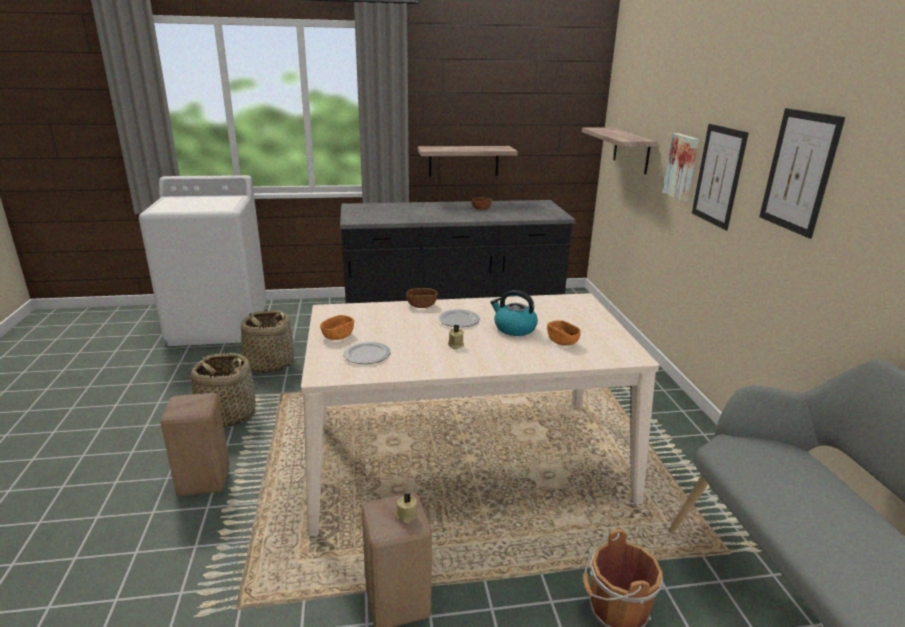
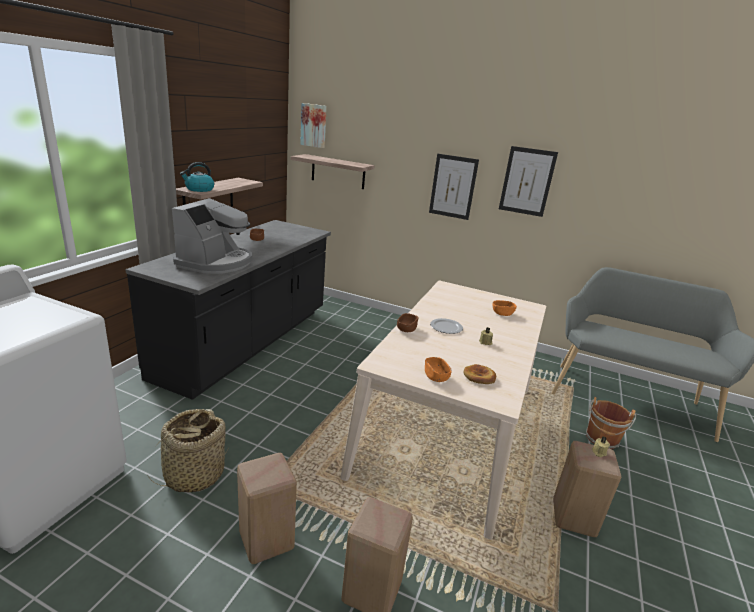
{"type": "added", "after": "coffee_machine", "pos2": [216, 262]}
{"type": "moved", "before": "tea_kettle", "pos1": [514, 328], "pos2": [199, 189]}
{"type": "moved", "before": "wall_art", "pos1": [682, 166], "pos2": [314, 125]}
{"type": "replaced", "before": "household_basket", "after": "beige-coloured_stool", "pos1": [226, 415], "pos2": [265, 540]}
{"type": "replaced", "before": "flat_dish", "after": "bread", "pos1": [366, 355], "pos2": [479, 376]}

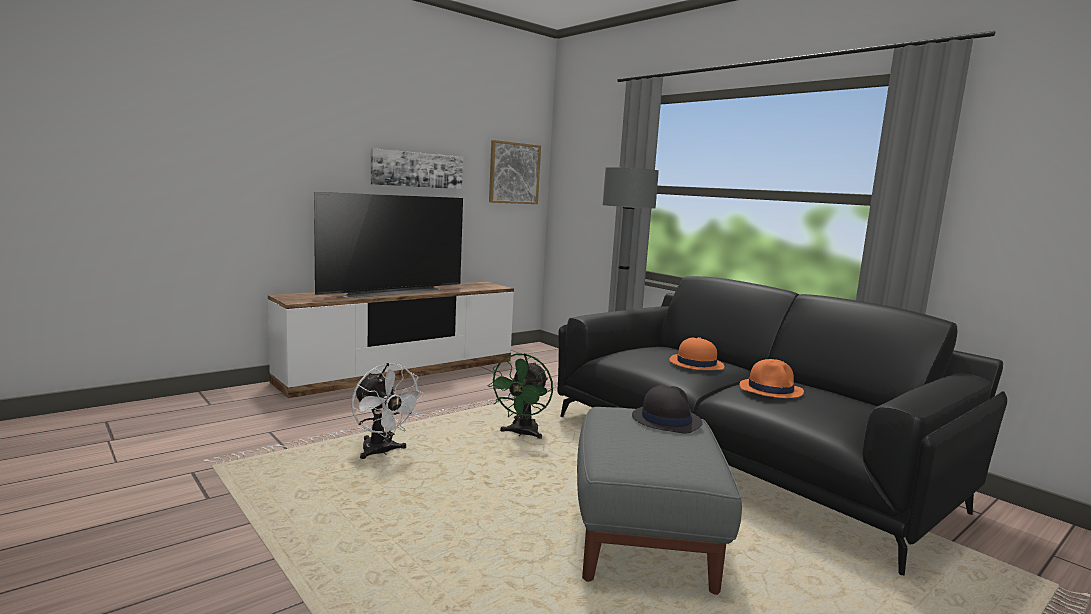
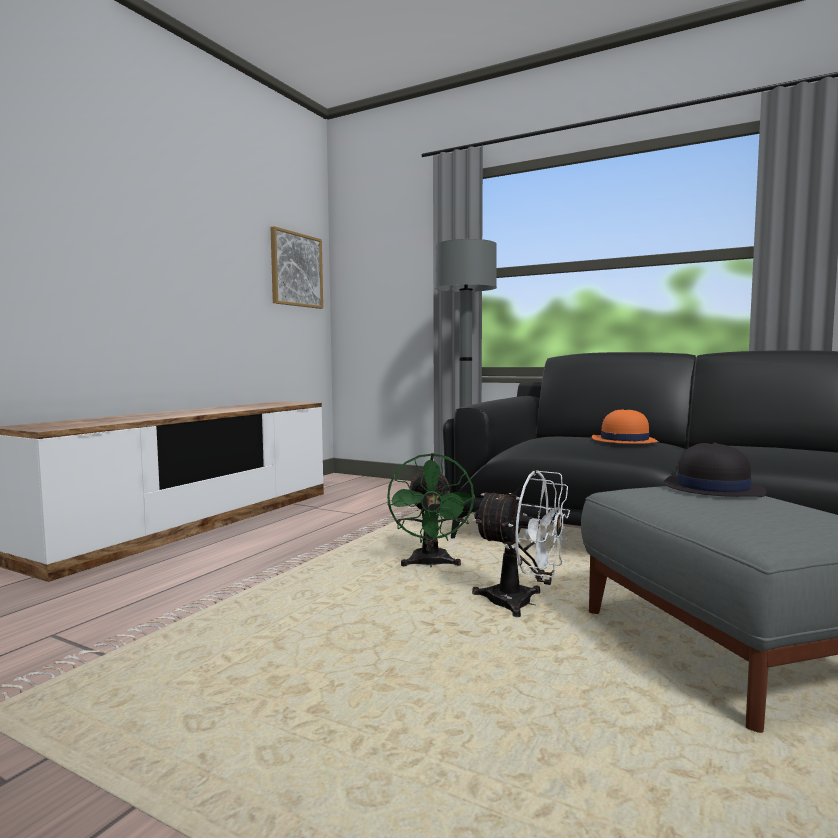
{"type": "removed", "before": "television", "pos1": [390, 291]}
{"type": "removed", "before": "wall_art", "pos1": [417, 169]}
{"type": "removed", "before": "orangey_clothing_hat", "pos1": [771, 389]}
{"type": "moved", "before": "white-coloured_cooling_fan", "pos1": [382, 452], "pos2": [522, 604]}

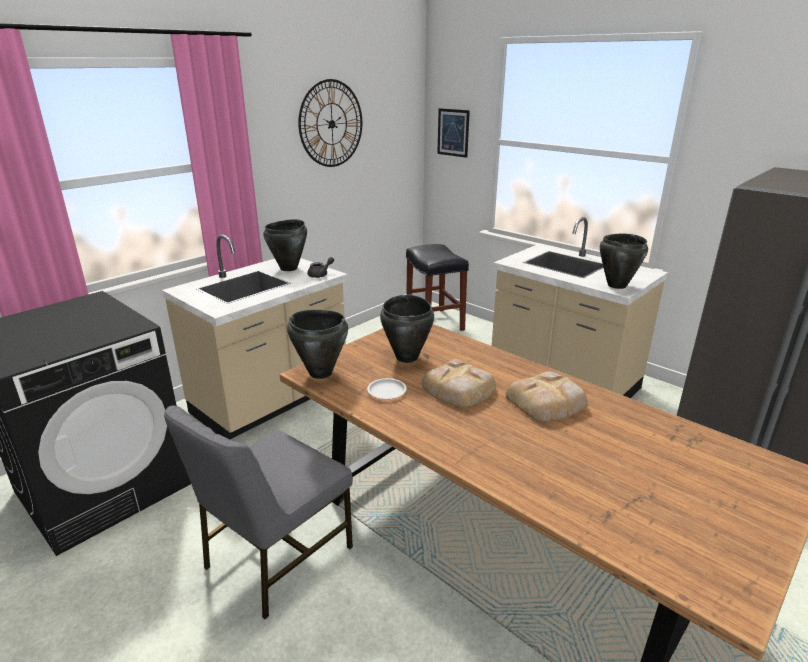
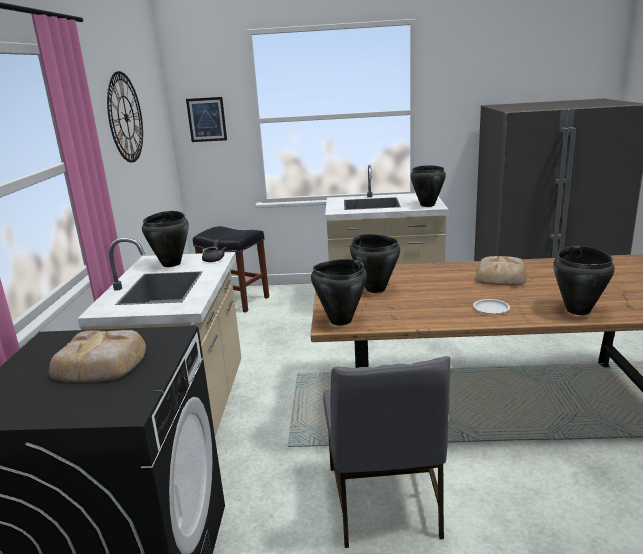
{"type": "added", "after": "black-coloured_saucepot", "pos2": [578, 310]}
{"type": "moved", "before": "white-coloured_flat_dish", "pos1": [387, 391], "pos2": [491, 309]}
{"type": "moved", "before": "bread", "pos1": [459, 389], "pos2": [102, 363]}

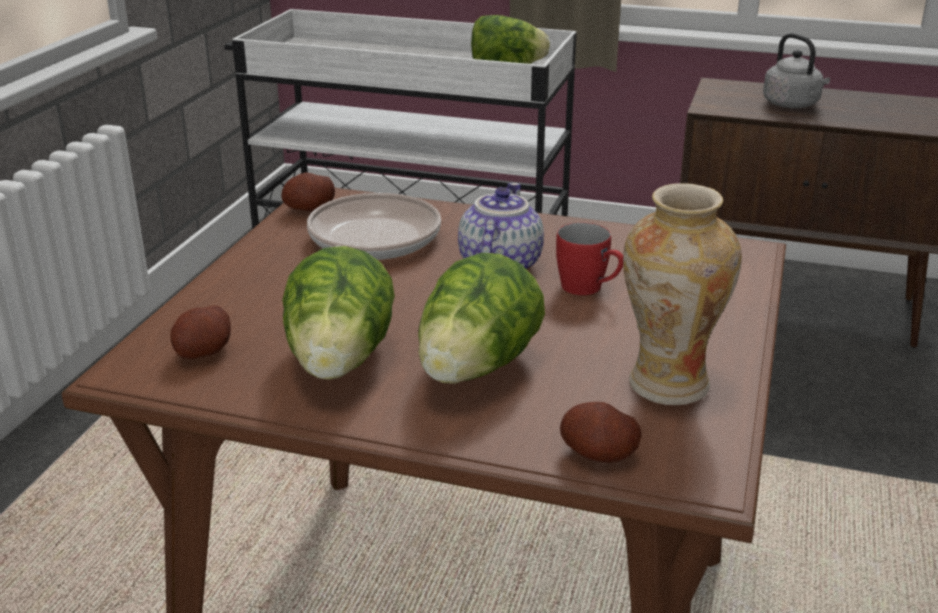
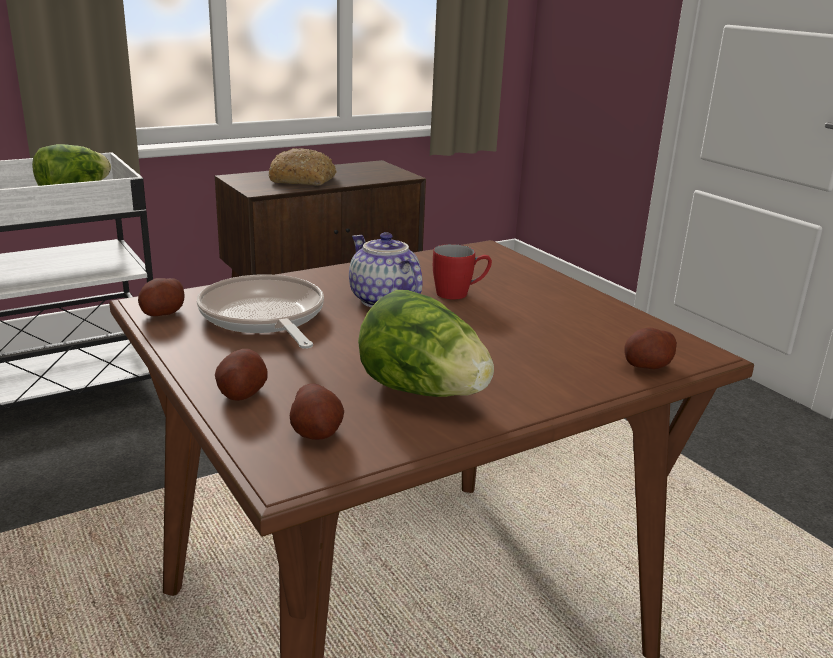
{"type": "removed", "before": "lettuce_head", "pos1": [476, 369]}
{"type": "removed", "before": "decorative_vase", "pos1": [667, 385]}
{"type": "added", "after": "spud", "pos2": [241, 393]}
{"type": "replaced", "before": "gray_tea_kettle", "after": "bread", "pos1": [793, 105], "pos2": [303, 180]}

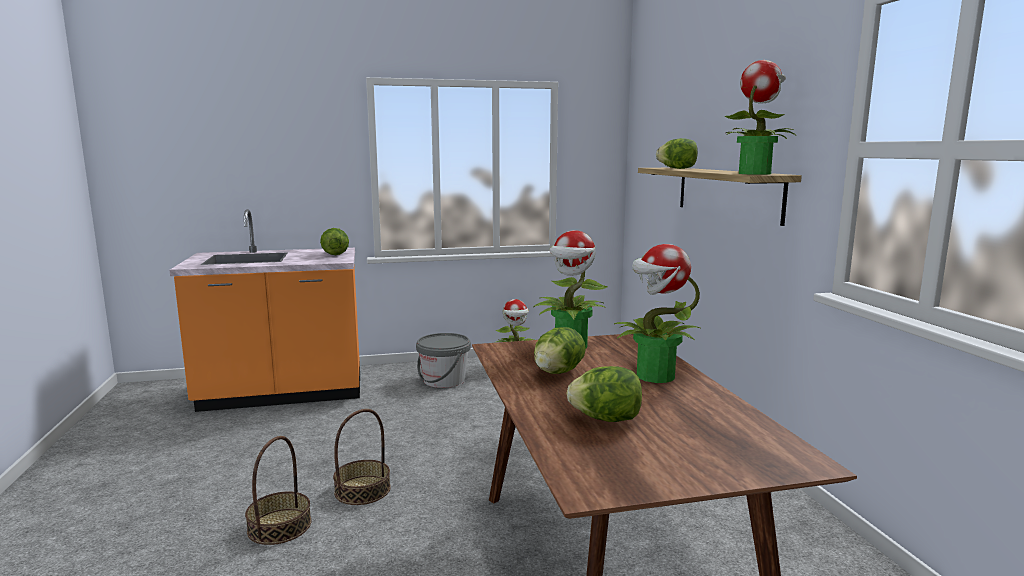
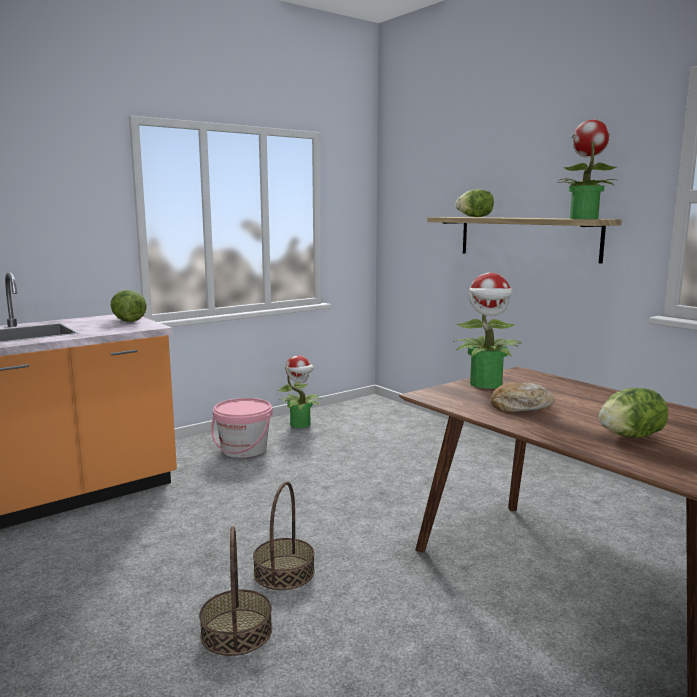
{"type": "removed", "before": "plant_in_a_pot", "pos1": [654, 376]}
{"type": "replaced", "before": "lettuce_head", "after": "bread", "pos1": [558, 372], "pos2": [521, 407]}
{"type": "recoloured", "before": "gray_pail", "after": "pink-coloured_pail", "pos1": [444, 380], "pos2": [244, 449]}

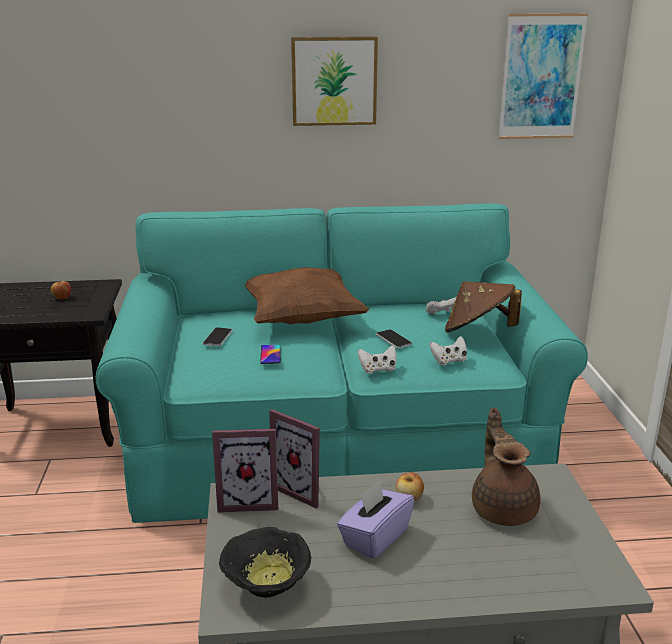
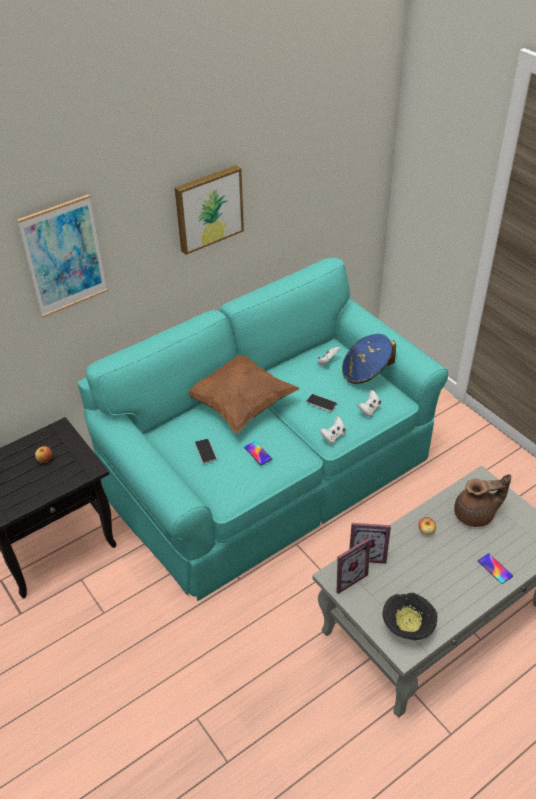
{"type": "removed", "before": "purple_tissue_box", "pos1": [375, 537]}
{"type": "added", "after": "telephone", "pos2": [495, 568]}
{"type": "moved", "before": "wall_art", "pos1": [541, 77], "pos2": [64, 257]}
{"type": "recoloured", "before": "brown-coloured_clothing_hat", "after": "blue_clothing_hat", "pos1": [478, 331], "pos2": [366, 372]}
{"type": "turned", "before": "brown-coloured_pot_for_tea", "pos1": [503, 508], "pos2": [476, 515], "turn": 120}

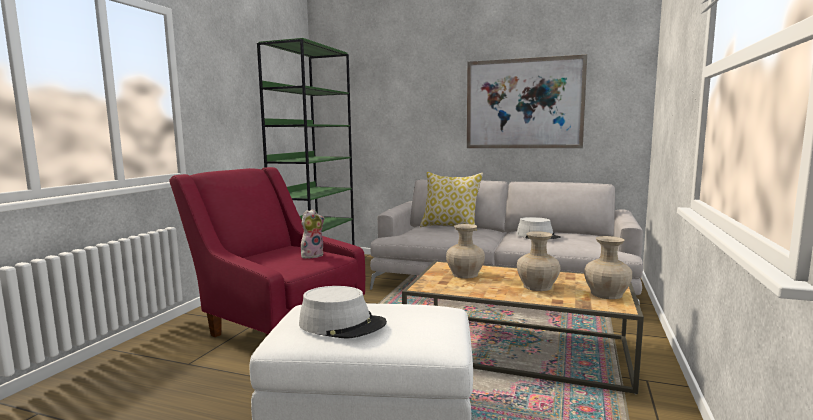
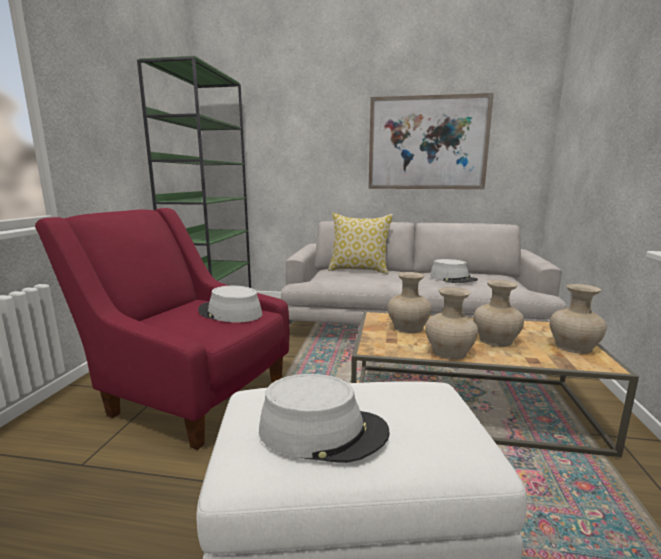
{"type": "added", "after": "beige-coloured_decorative_vase", "pos2": [449, 352]}
{"type": "replaced", "before": "plush_toy", "after": "gray_clothing_hat", "pos1": [312, 255], "pos2": [230, 313]}

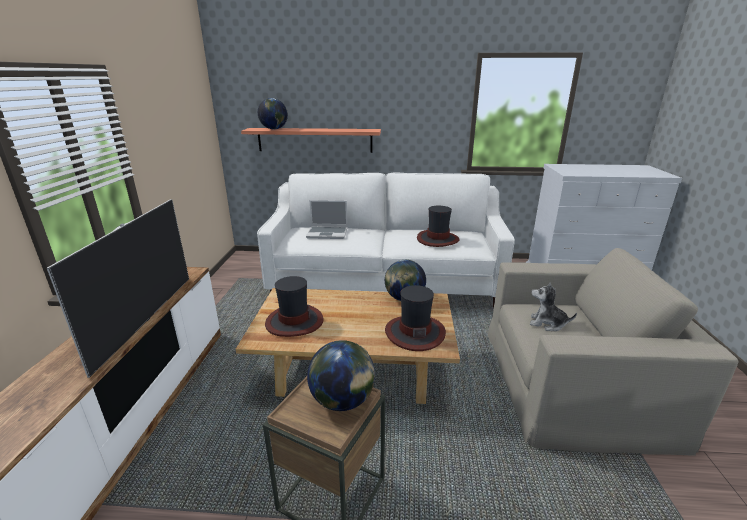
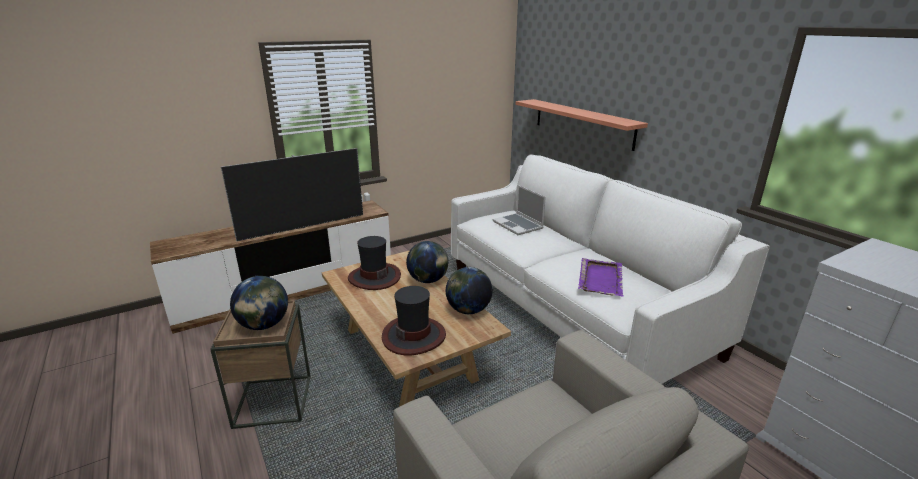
{"type": "removed", "before": "plush_toy", "pos1": [547, 323]}
{"type": "moved", "before": "world_globe", "pos1": [274, 129], "pos2": [428, 280]}
{"type": "replaced", "before": "clothing_hat", "after": "purple_carrying_tray", "pos1": [437, 239], "pos2": [601, 278]}

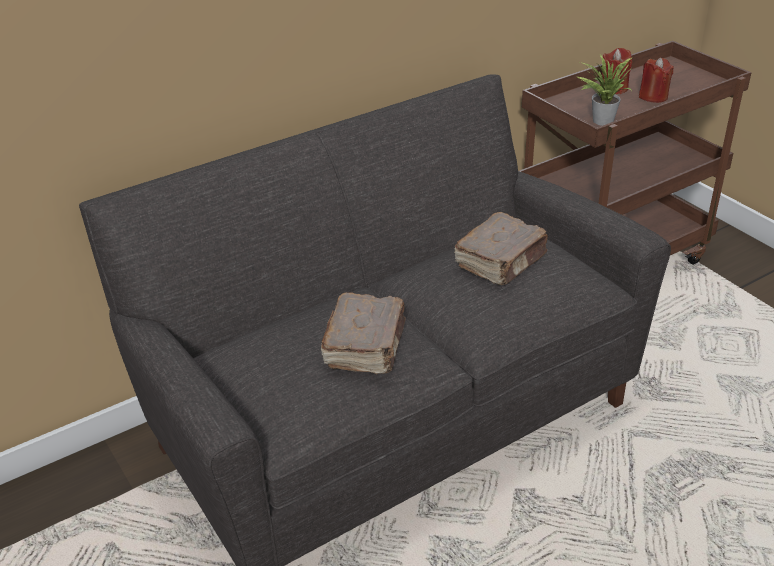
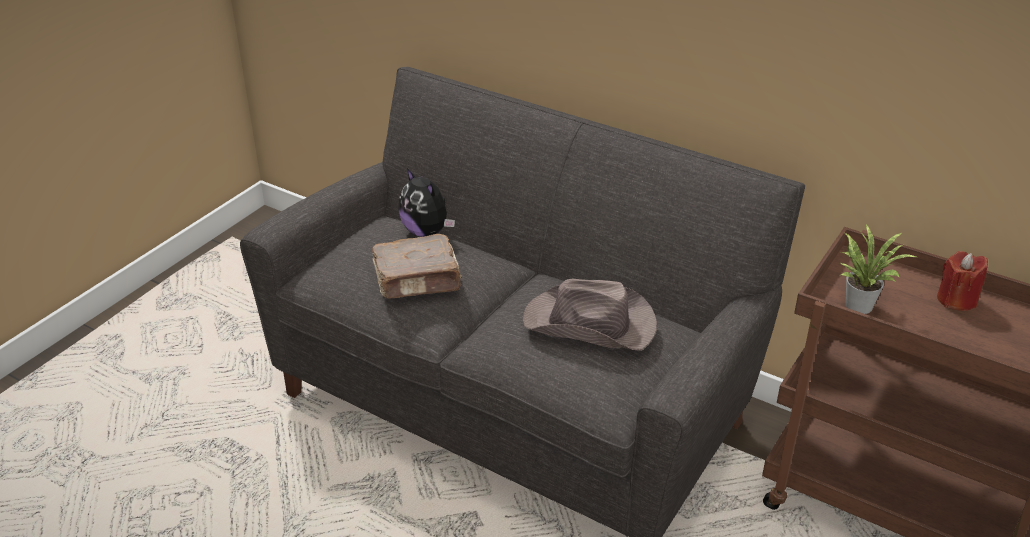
{"type": "removed", "before": "red-coloured_candle", "pos1": [653, 96]}
{"type": "added", "after": "plush_toy", "pos2": [427, 232]}
{"type": "replaced", "before": "brown-coloured_bound_book", "after": "brown-coloured_clothing_hat", "pos1": [501, 262], "pos2": [591, 324]}

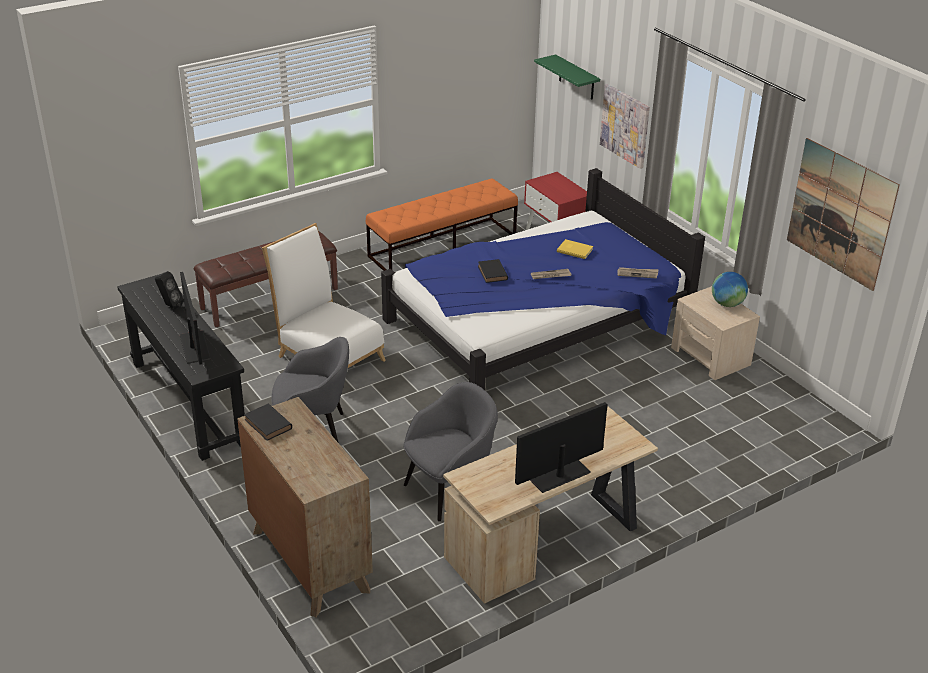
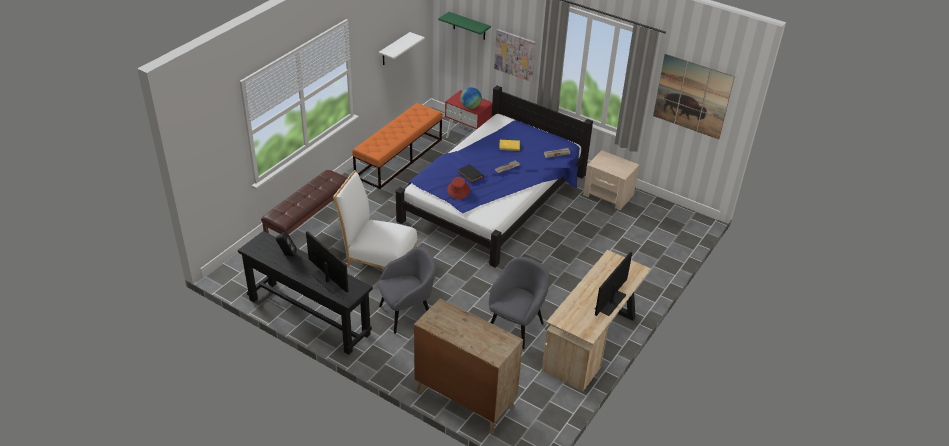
{"type": "removed", "before": "black-coloured_bound_book", "pos1": [269, 425]}
{"type": "added", "after": "white-coloured_wall_shelf", "pos2": [394, 49]}
{"type": "added", "after": "red-coloured_clothing_hat", "pos2": [458, 190]}
{"type": "moved", "before": "world_globe", "pos1": [727, 304], "pos2": [470, 107]}

